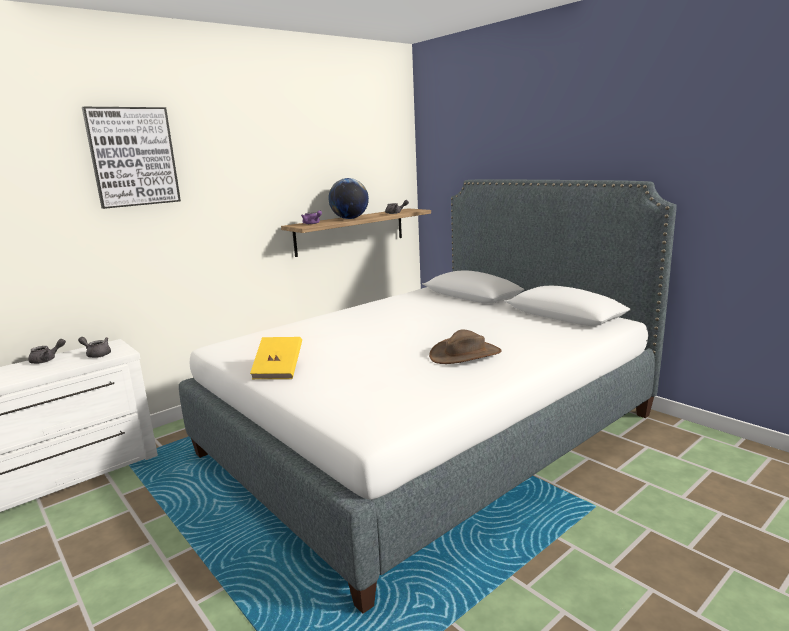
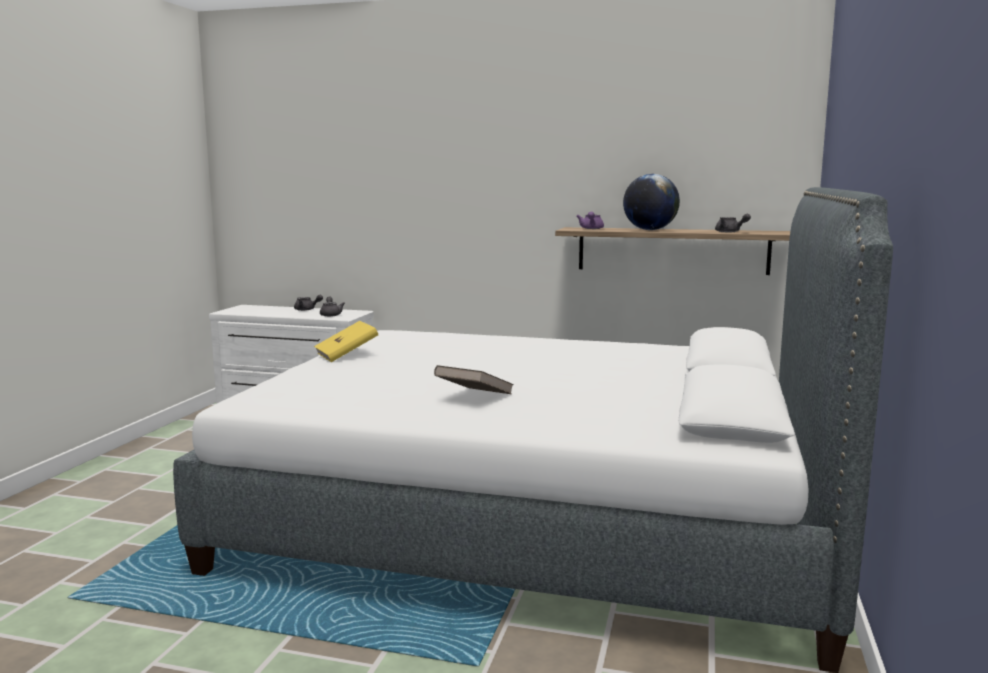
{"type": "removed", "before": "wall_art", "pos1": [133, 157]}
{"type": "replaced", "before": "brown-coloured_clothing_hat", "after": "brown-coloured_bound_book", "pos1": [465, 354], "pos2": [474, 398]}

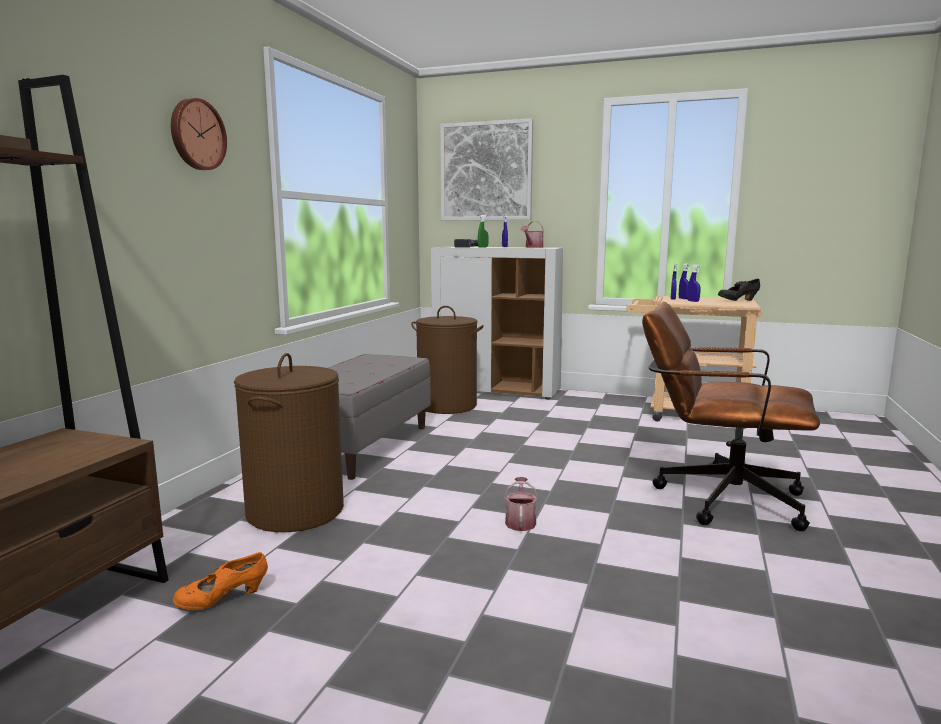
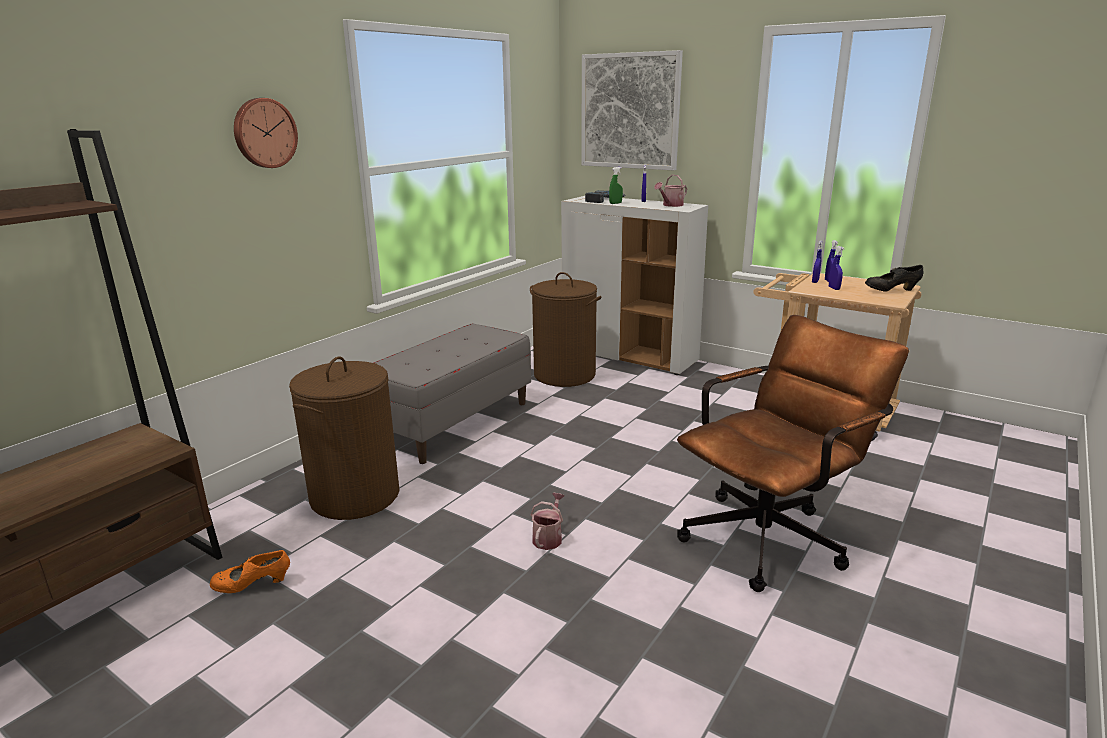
{"type": "turned", "before": "brown-coloured_computer_chair", "pos1": [717, 497], "pos2": [772, 536], "turn": 105}

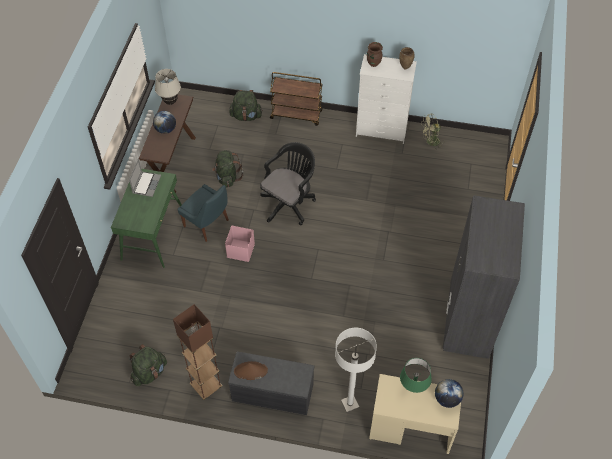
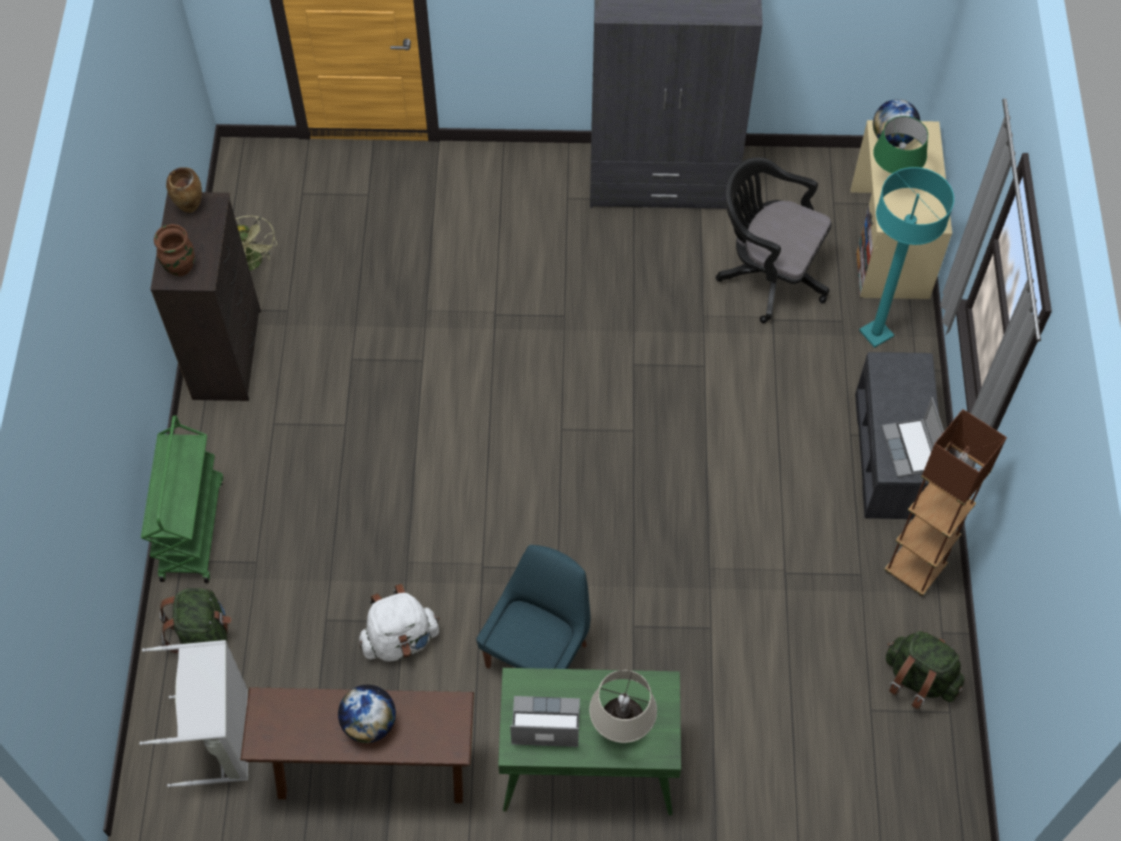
{"type": "removed", "before": "pink-coloured_storage_box", "pos1": [241, 250]}
{"type": "added", "after": "gray_laundry_basket", "pos2": [221, 736]}
{"type": "moved", "before": "beige-coloured_table_lamp", "pos1": [170, 102], "pos2": [621, 727]}
{"type": "moved", "before": "black-coloured_computer_chair", "pos1": [289, 203], "pos2": [767, 274]}
{"type": "replaced", "before": "brown-coloured_clothing_hat", "after": "laptop", "pos1": [250, 371], "pos2": [912, 449]}
{"type": "recoloured", "before": "green_backpack", "after": "white-coloured_backpack", "pos1": [227, 177], "pos2": [400, 639]}
{"type": "recoloured", "before": "brown-coloured_wheeled_cart", "after": "green_wheeled_cart", "pos1": [296, 115], "pos2": [192, 528]}
{"type": "recoloured", "before": "white-coloured_floor_lamp", "after": "turquoise-coloured_floor_lamp", "pos1": [350, 404], "pos2": [876, 333]}
{"type": "recoloured", "before": "white-coloured_dresser", "after": "black-coloured_dresser", "pos1": [382, 131], "pos2": [228, 353]}

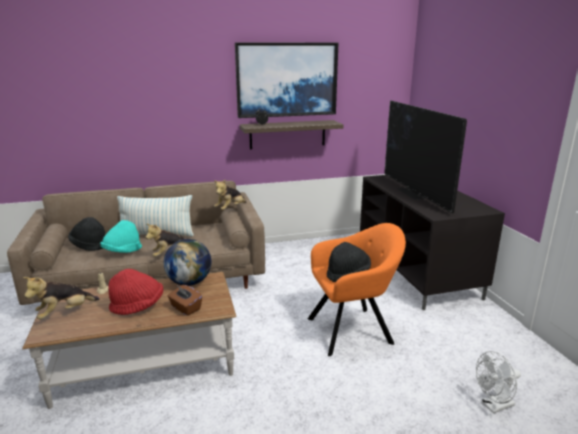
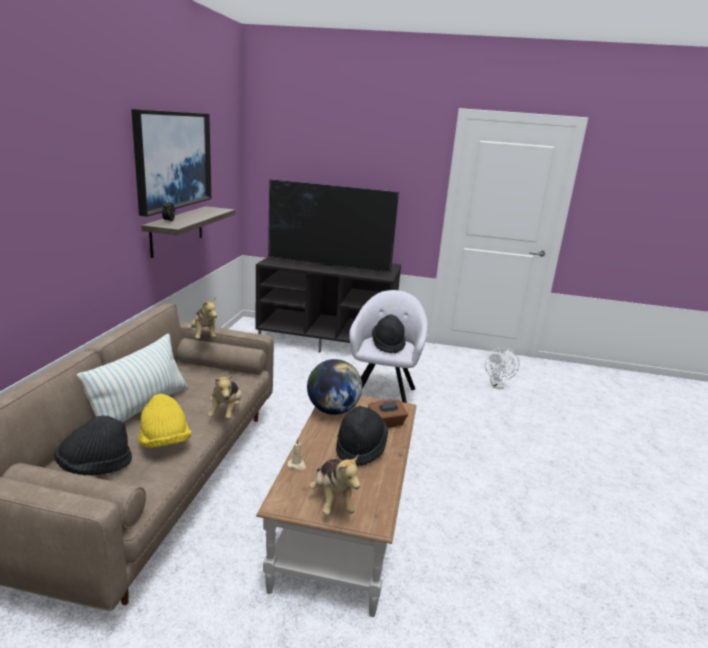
{"type": "recoloured", "before": "turquoise-coloured_clothing_hat", "after": "yellow_clothing_hat", "pos1": [122, 251], "pos2": [164, 443]}
{"type": "recoloured", "before": "red-coloured_clothing_hat", "after": "black-coloured_clothing_hat", "pos1": [138, 306], "pos2": [360, 448]}
{"type": "recoloured", "before": "orangey_lounge_chair", "after": "gray_lounge_chair", "pos1": [353, 330], "pos2": [383, 396]}

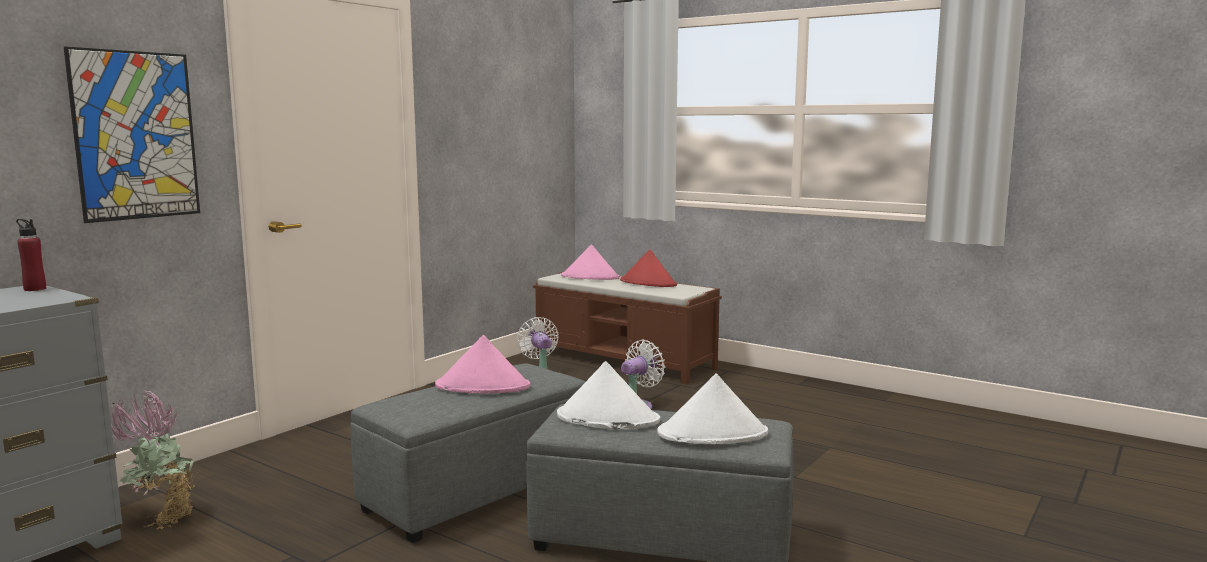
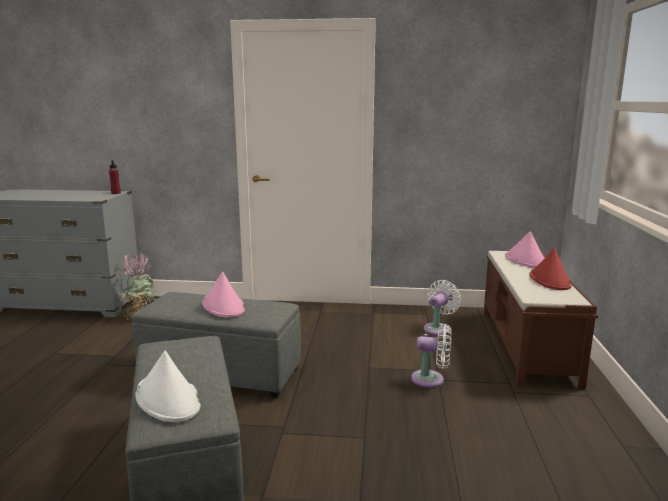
{"type": "removed", "before": "wall_art", "pos1": [136, 135]}
{"type": "removed", "before": "white-coloured_clothing_hat", "pos1": [607, 418]}

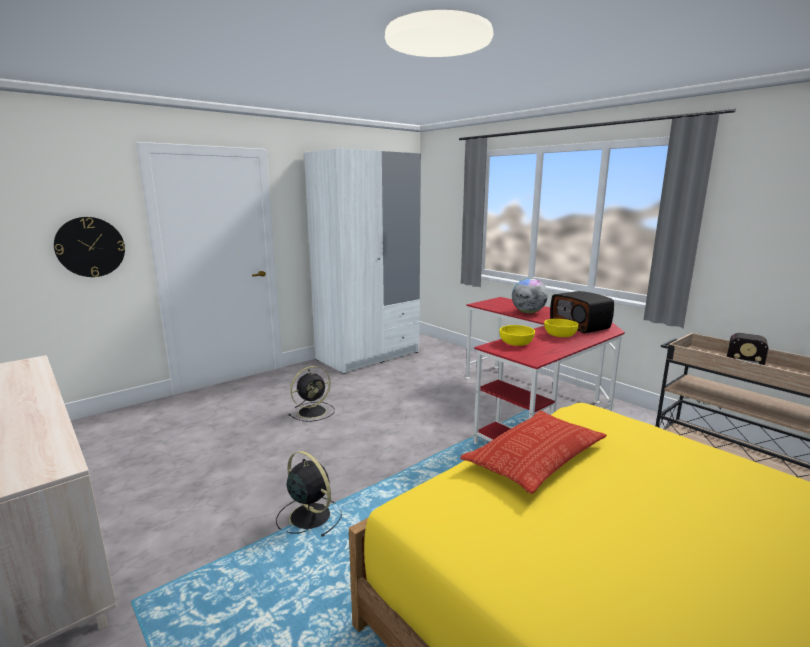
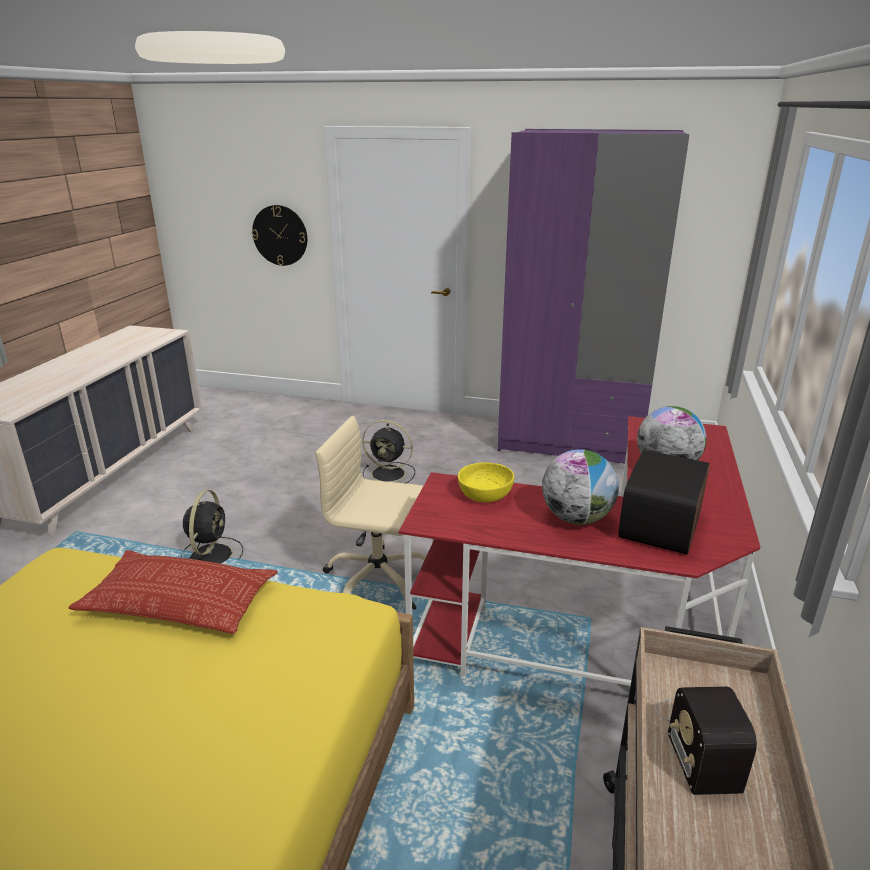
{"type": "added", "after": "beige-coloured_computer_chair", "pos2": [378, 581]}
{"type": "replaced", "before": "yellow_serving_bowl", "after": "world_globe", "pos1": [560, 335], "pos2": [576, 518]}
{"type": "recoloured", "before": "white-coloured_wardrobe", "after": "purple_wardrobe", "pos1": [368, 356], "pos2": [570, 442]}

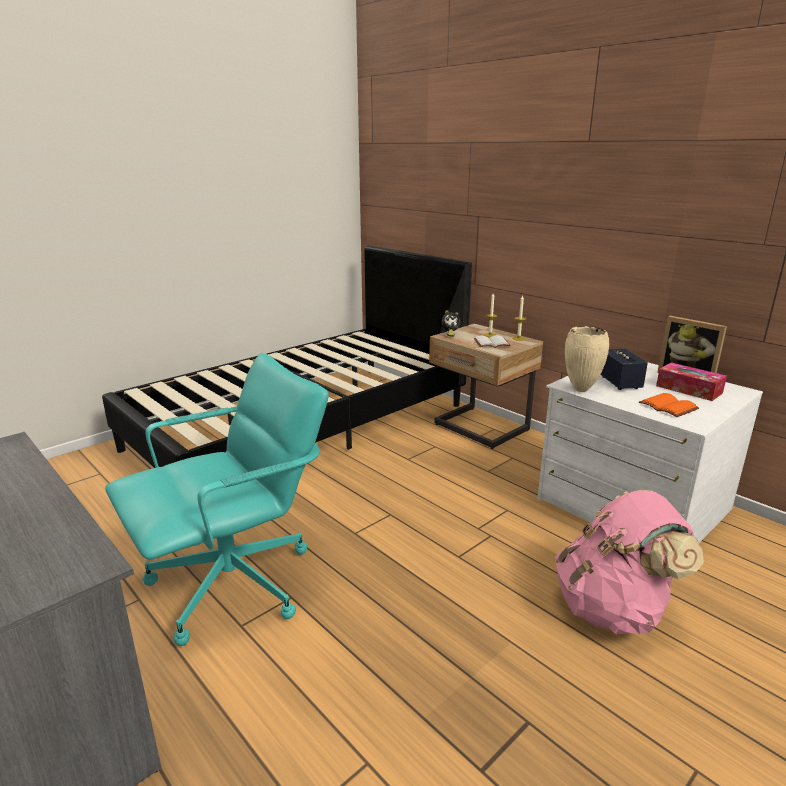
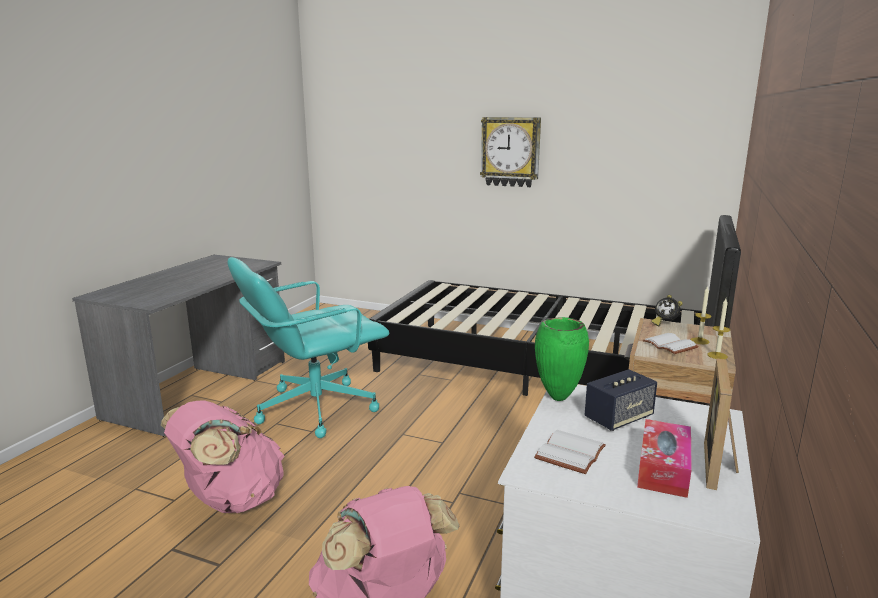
{"type": "added", "after": "pink-coloured_backpack", "pos2": [231, 500]}
{"type": "added", "after": "hanging_clock", "pos2": [510, 152]}
{"type": "recoloured", "before": "beige-coloured_decorative_vase", "after": "green_decorative_vase", "pos1": [580, 390], "pos2": [557, 398]}
{"type": "recoloured", "before": "orangey_bound_book", "after": "white-coloured_bound_book", "pos1": [669, 407], "pos2": [571, 454]}
{"type": "turned", "before": "turquoise-coloured_computer_chair", "pos1": [234, 584], "pos2": [314, 408], "turn": 120}

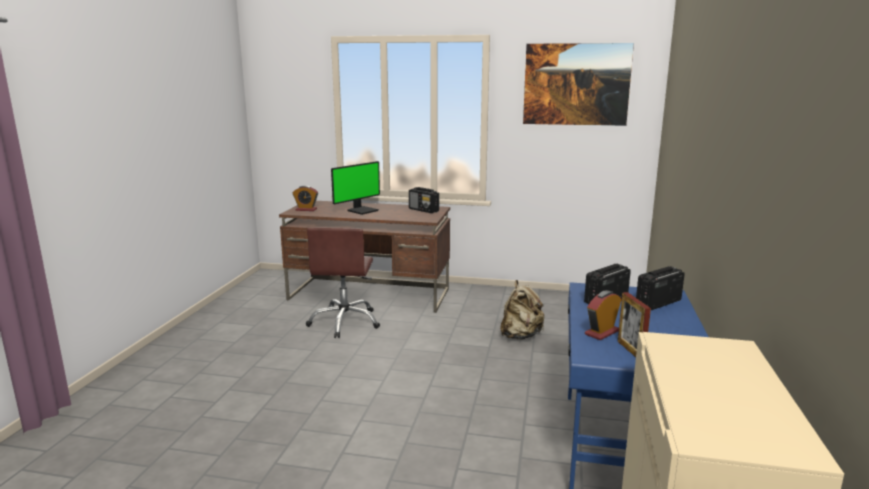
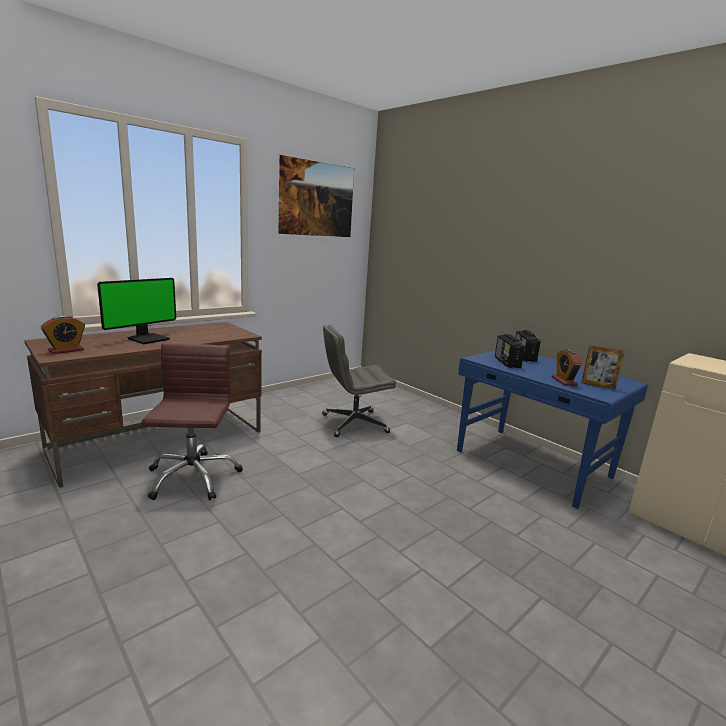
{"type": "removed", "before": "radio_set", "pos1": [424, 210]}
{"type": "replaced", "before": "beige-coloured_backpack", "after": "gray_computer_chair", "pos1": [520, 336], "pos2": [353, 424]}
{"type": "turned", "before": "brown-coloured_computer_chair", "pos1": [345, 322], "pos2": [192, 477], "turn": -135}
{"type": "turned", "before": "computer_display", "pos1": [362, 210], "pos2": [148, 339], "turn": 45}

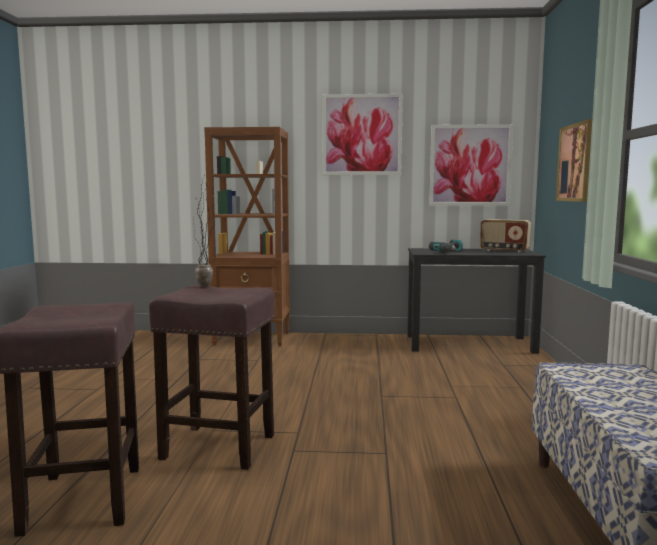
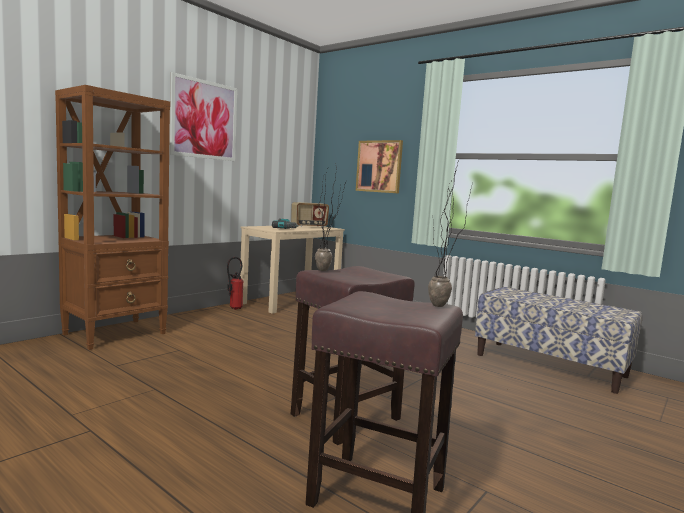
{"type": "removed", "before": "wall_art", "pos1": [470, 165]}
{"type": "added", "after": "fire_extinguisher", "pos2": [233, 308]}
{"type": "added", "after": "plant_in_a_pot", "pos2": [441, 307]}
{"type": "recoloured", "before": "black-coloured_desk_unit", "after": "beige-coloured_desk_unit", "pos1": [469, 344], "pos2": [291, 301]}

